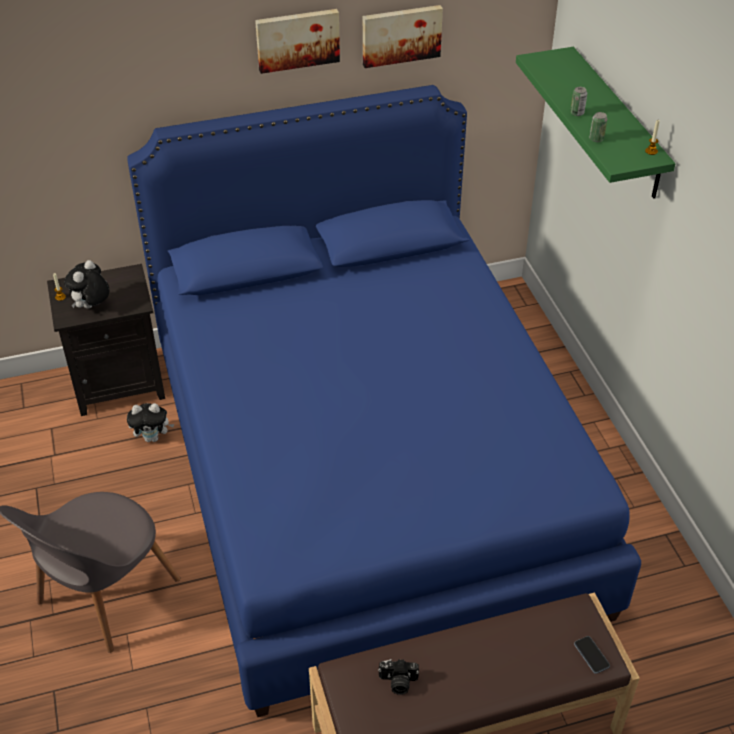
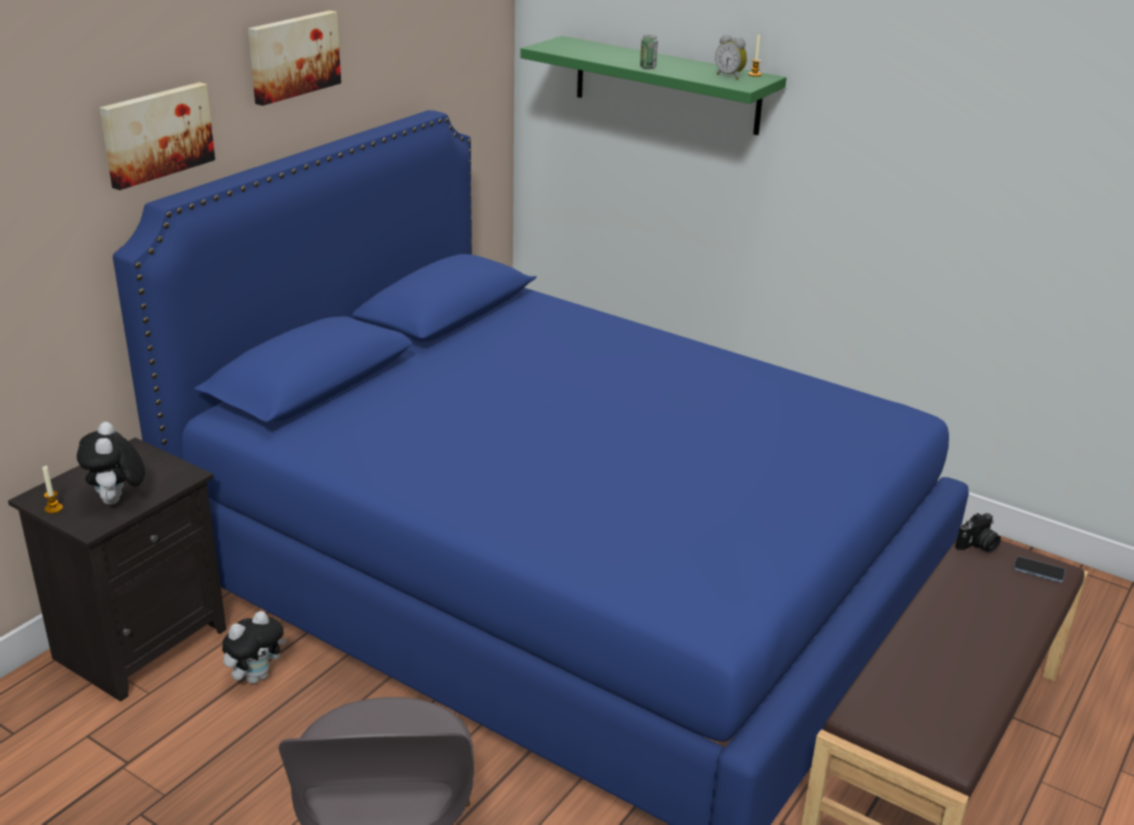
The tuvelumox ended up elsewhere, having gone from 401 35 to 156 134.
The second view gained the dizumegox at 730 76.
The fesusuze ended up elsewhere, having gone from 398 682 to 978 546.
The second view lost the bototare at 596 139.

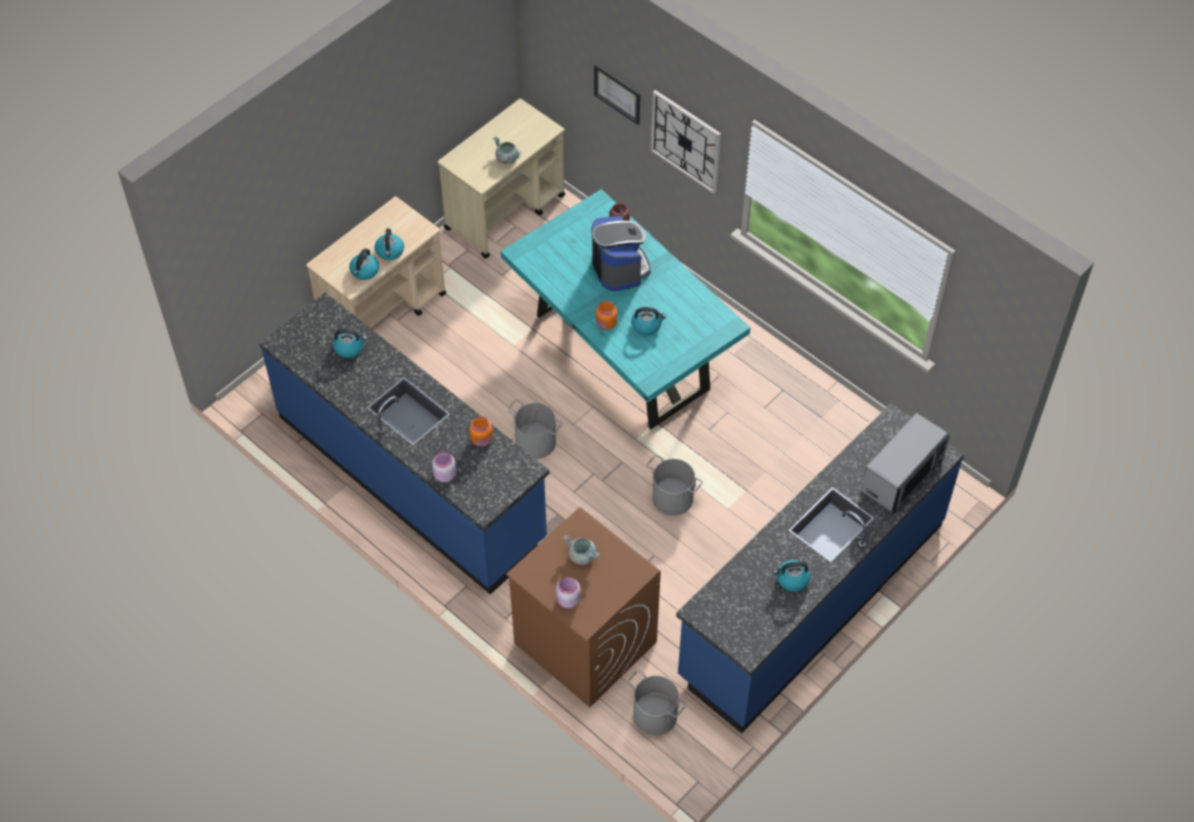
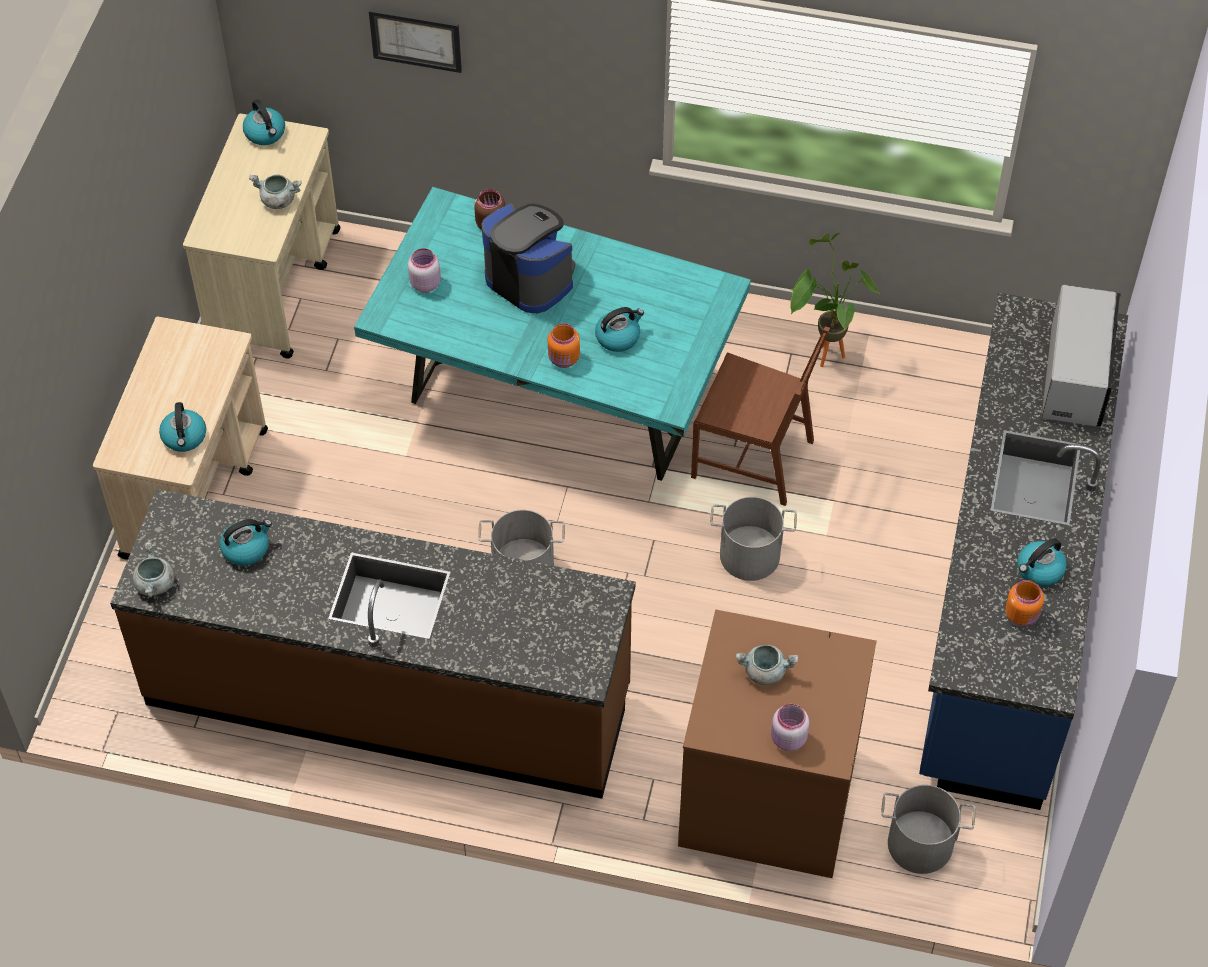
What was the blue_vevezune at 411 477 turned into the brown_vevezune at 388 696.
The second view gained the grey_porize at 155 584.
The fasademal ended up elsewhere, having gone from 390 251 to 265 133.
The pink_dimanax ended up elsewhere, having gone from 444 474 to 424 283.
The second view gained the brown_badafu at 754 457.
The second view gained the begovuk at 821 354.
The orange_dimanax ended up elsewhere, having gone from 482 440 to 1022 615.
The second view lost the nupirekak at 686 141.

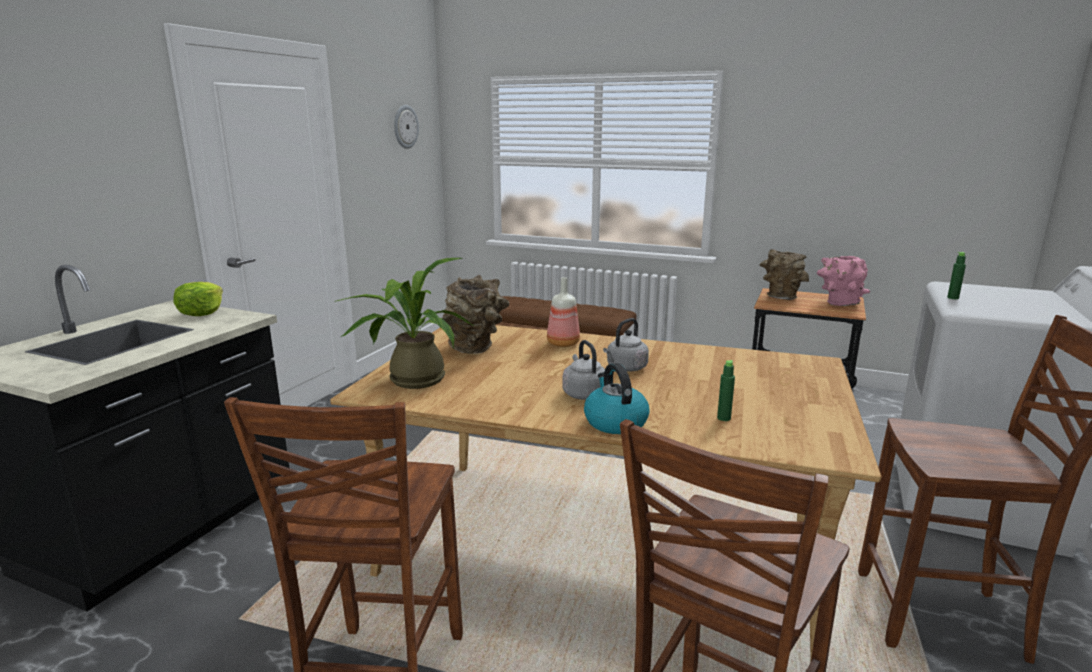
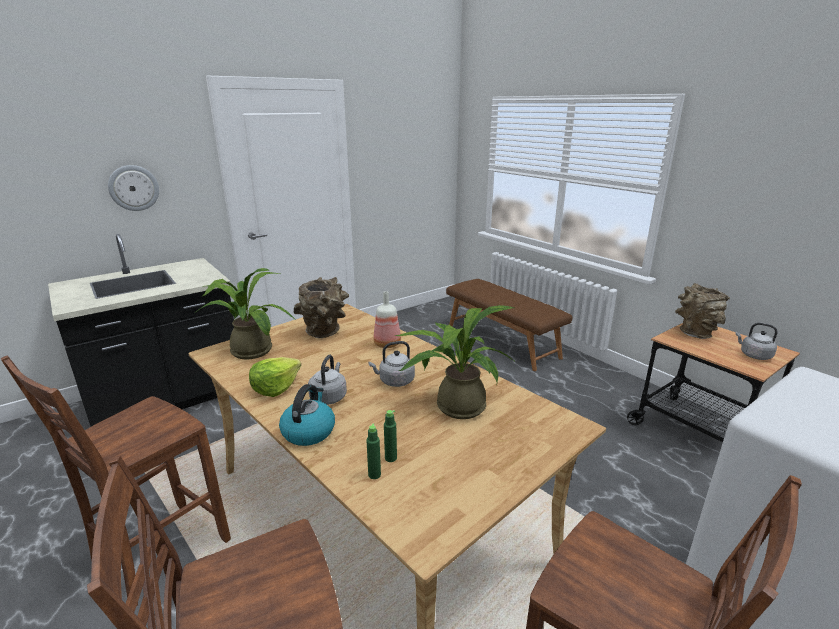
The nupirekak ended up elsewhere, having gone from 405 127 to 134 188.
The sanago ended up elsewhere, having gone from 201 312 to 275 388.
The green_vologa ended up elsewhere, having gone from 953 298 to 374 475.
The second view gained the begovuk at 455 405.
Where the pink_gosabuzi stood at 838 304, the grey_fasademal came to stand at 753 355.

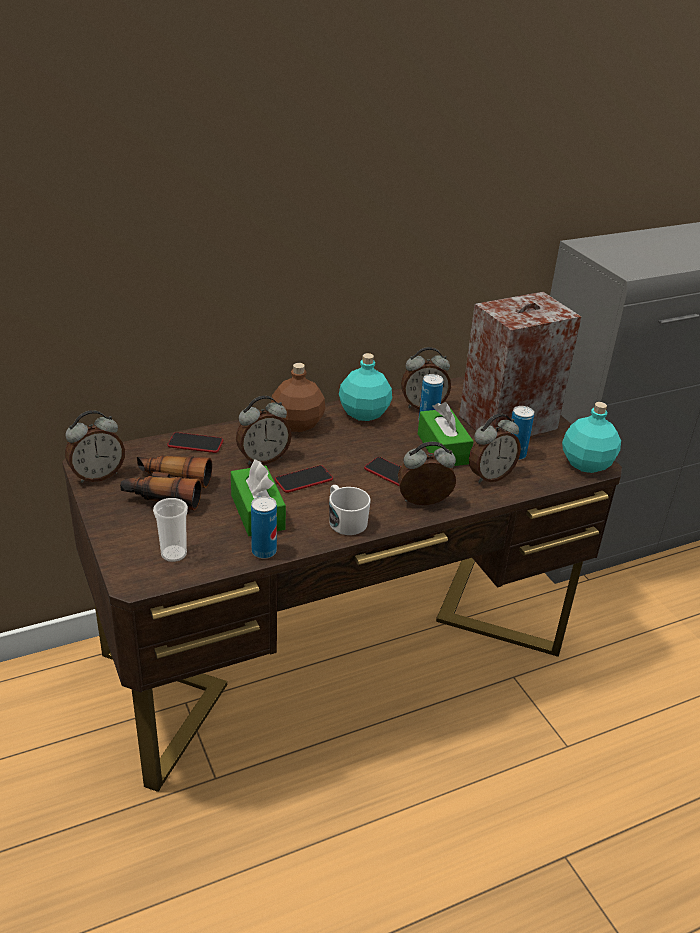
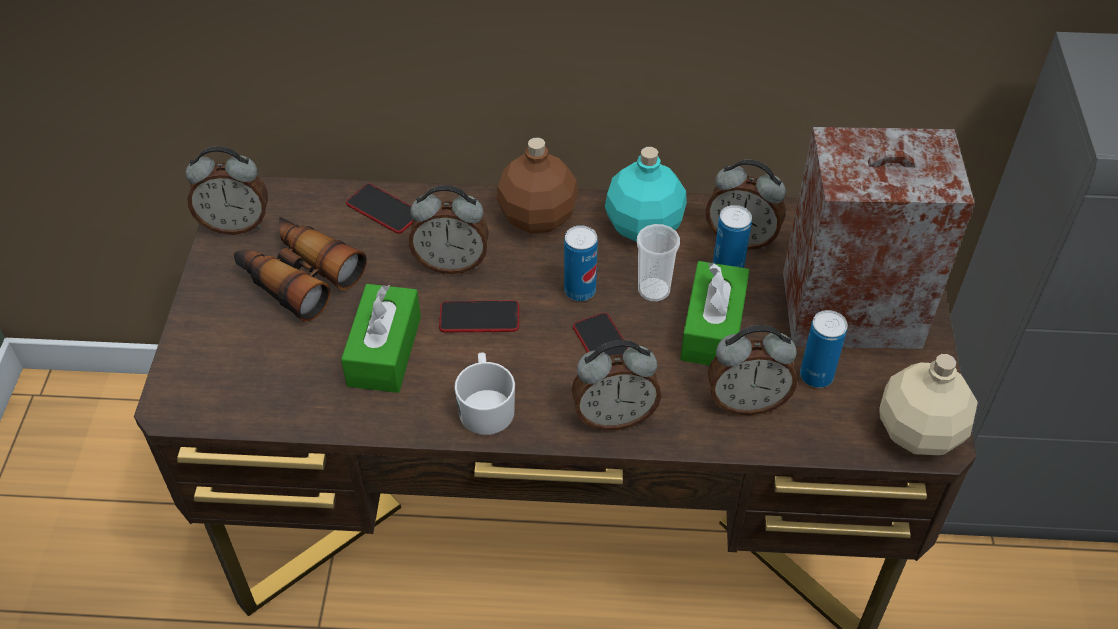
The bototare ended up elsewhere, having gone from 264 551 to 580 290.
The dizumegox at 424 503 ended up facing another way, 150 degrees clockwise from before.
The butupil ended up elsewhere, having gone from 174 554 to 654 290.
What was the turquoise_vologa at 585 463 turned into the beige_vologa at 917 431.

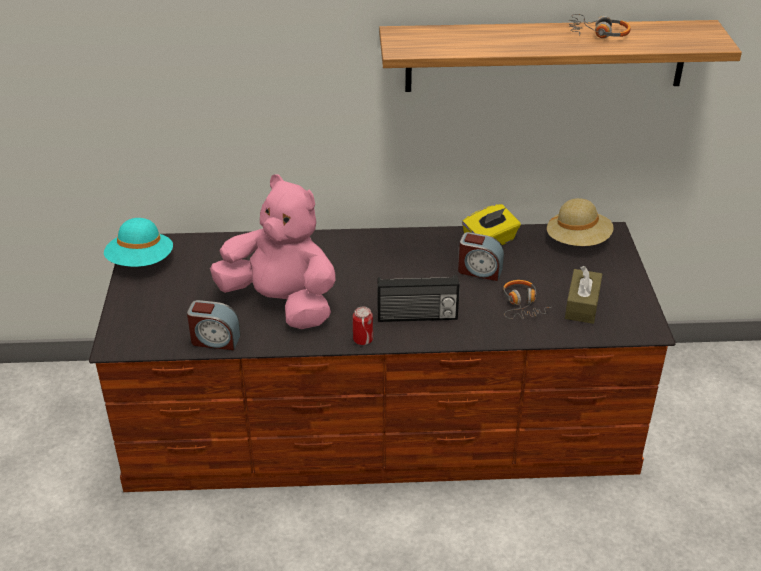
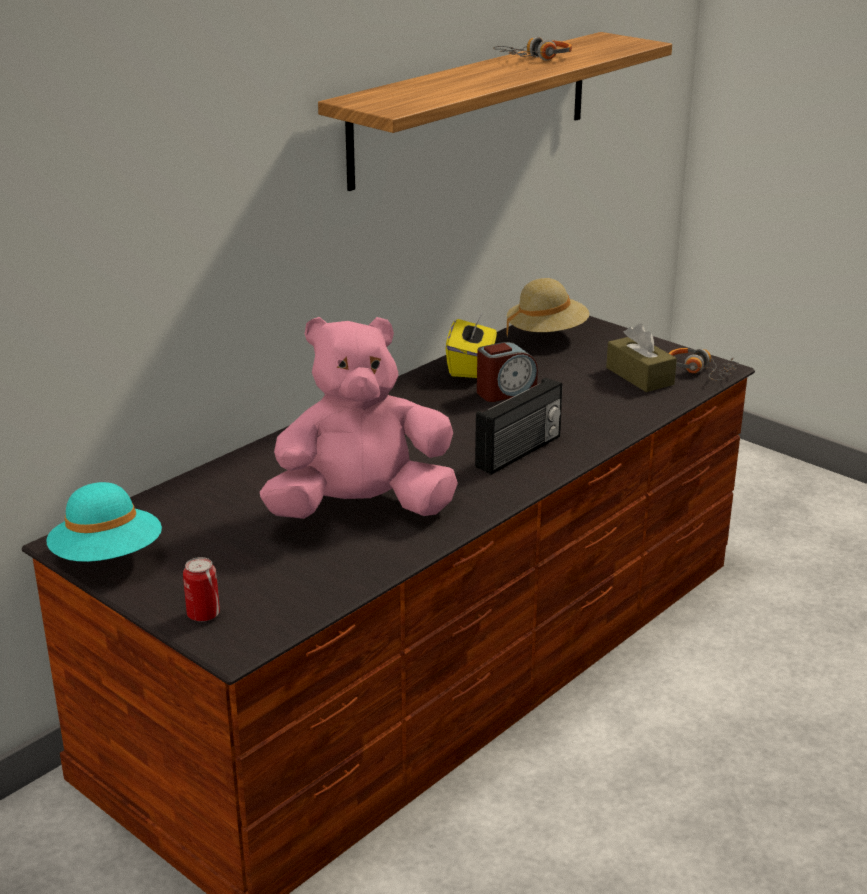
The bototare ended up elsewhere, having gone from 363 340 to 203 614.
The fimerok ended up elsewhere, having gone from 521 305 to 701 371.
The second view lost the dizumegox at 215 340.

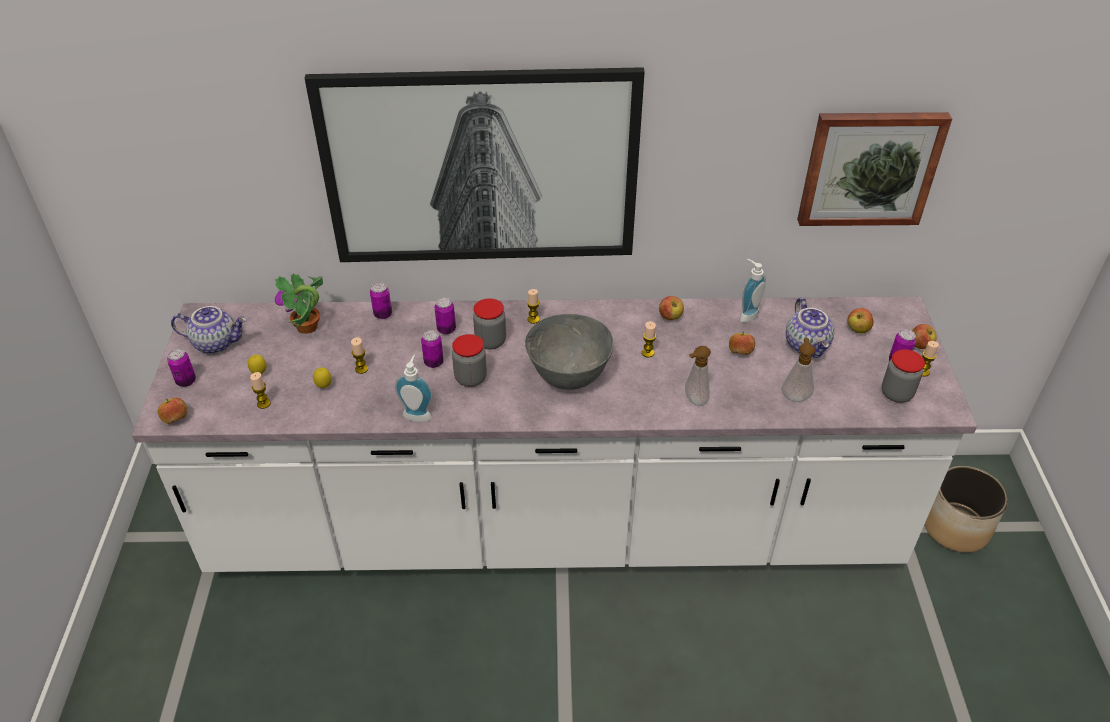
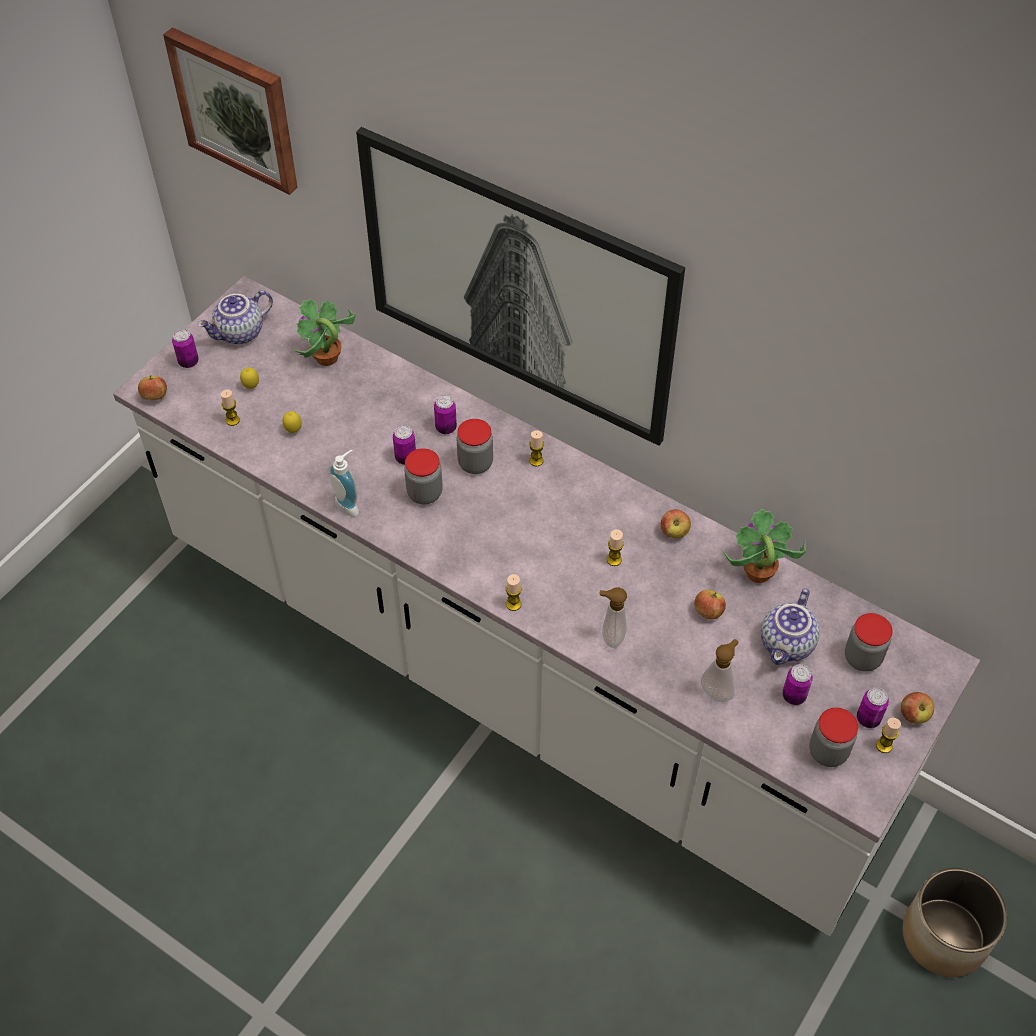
The tuvelumox ended up elsewhere, having gone from 869 168 to 236 109.
The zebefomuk at 216 342 ended up facing another way, 105 degrees clockwise from before.
The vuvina ended up elsewhere, having gone from 361 369 to 513 604.
Where the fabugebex stood at 746 314, the begovuk came to stand at 757 573.
The bototare ended up elsewhere, having gone from 383 314 to 794 696.
Where the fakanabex stood at 858 329, the dimanax came to stand at 862 658.
The second view lost the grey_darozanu at 569 377.

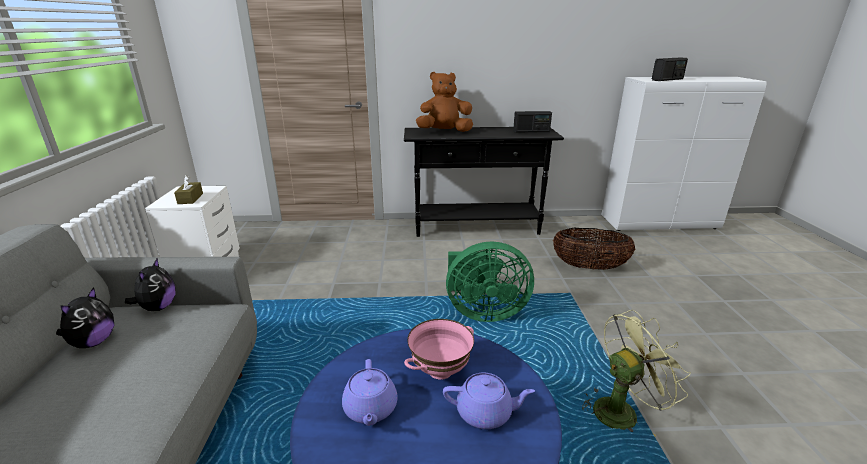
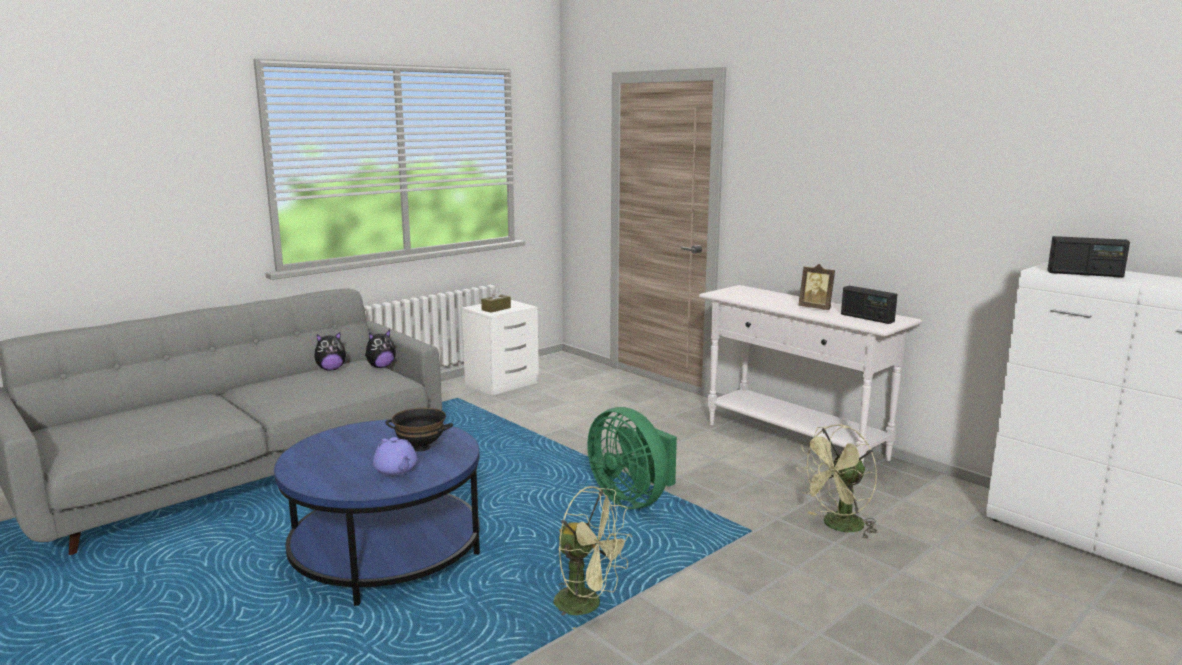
What was the pink_darozanu at 440 370 turned into the black_darozanu at 421 447.
What was the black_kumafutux at 476 227 turned into the white_kumafutux at 795 441.
Where the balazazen stood at 589 267, the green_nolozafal came to stand at 838 526.
The second view gained the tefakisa at 816 308.
The second view lost the purple_zebefomuk at 370 409.
The second view lost the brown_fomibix at 444 132.

